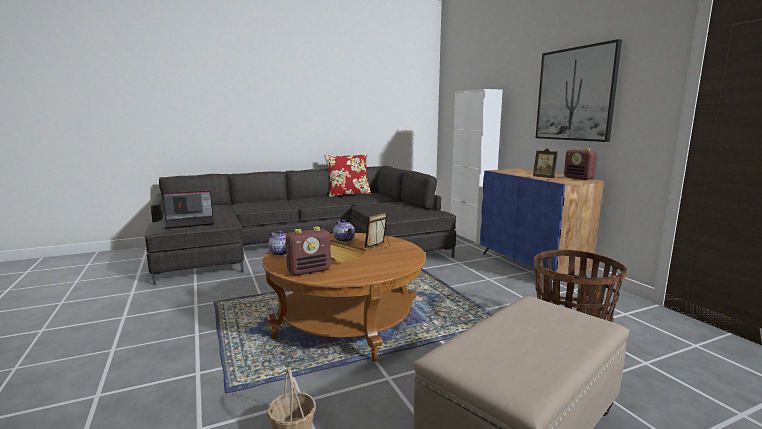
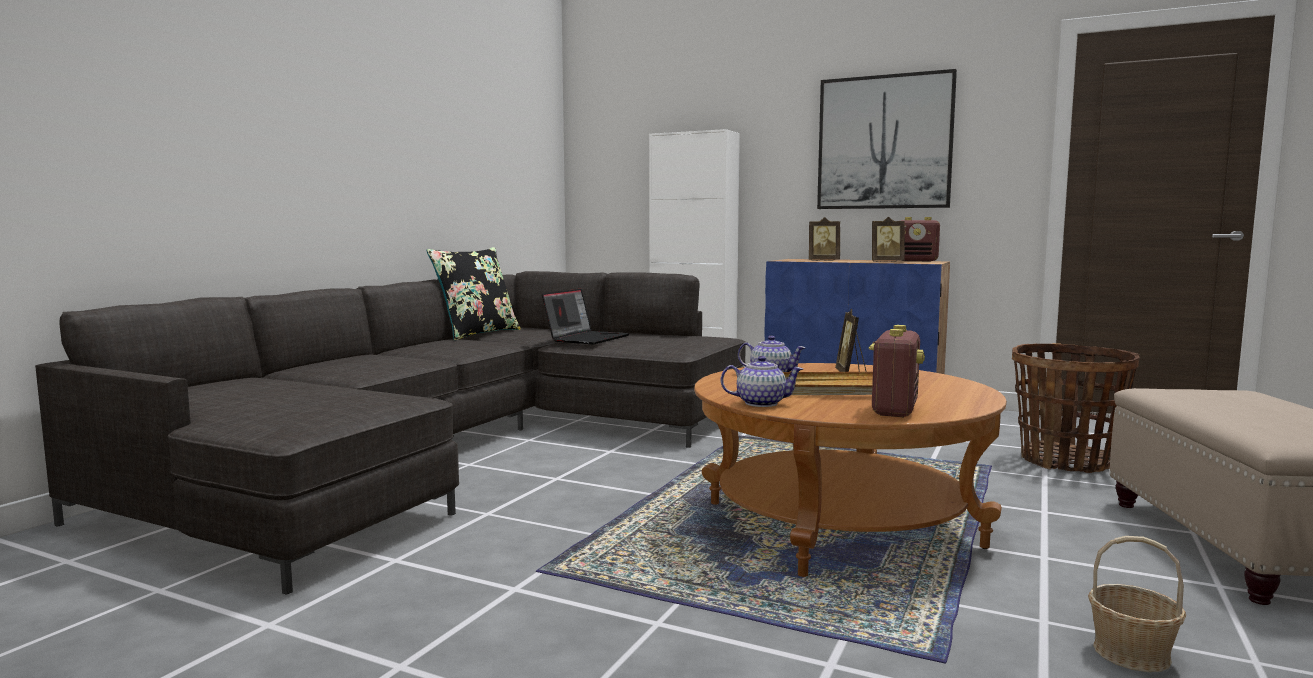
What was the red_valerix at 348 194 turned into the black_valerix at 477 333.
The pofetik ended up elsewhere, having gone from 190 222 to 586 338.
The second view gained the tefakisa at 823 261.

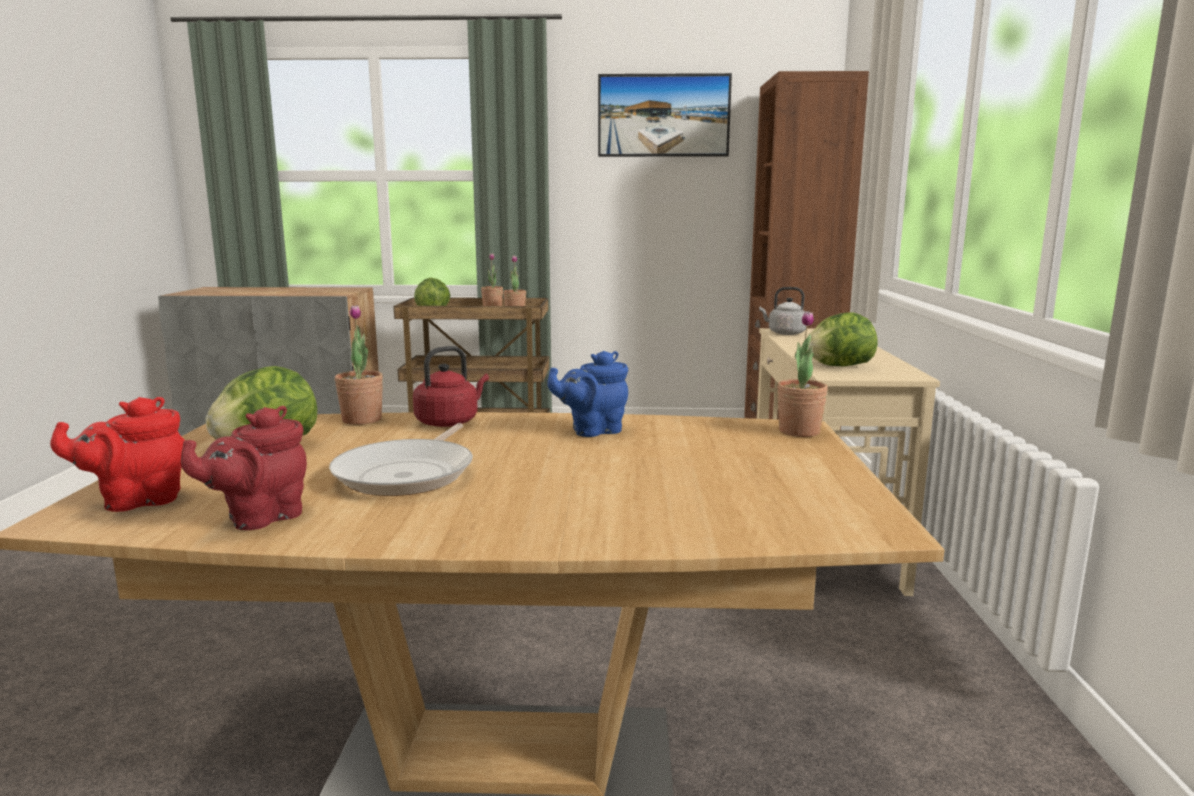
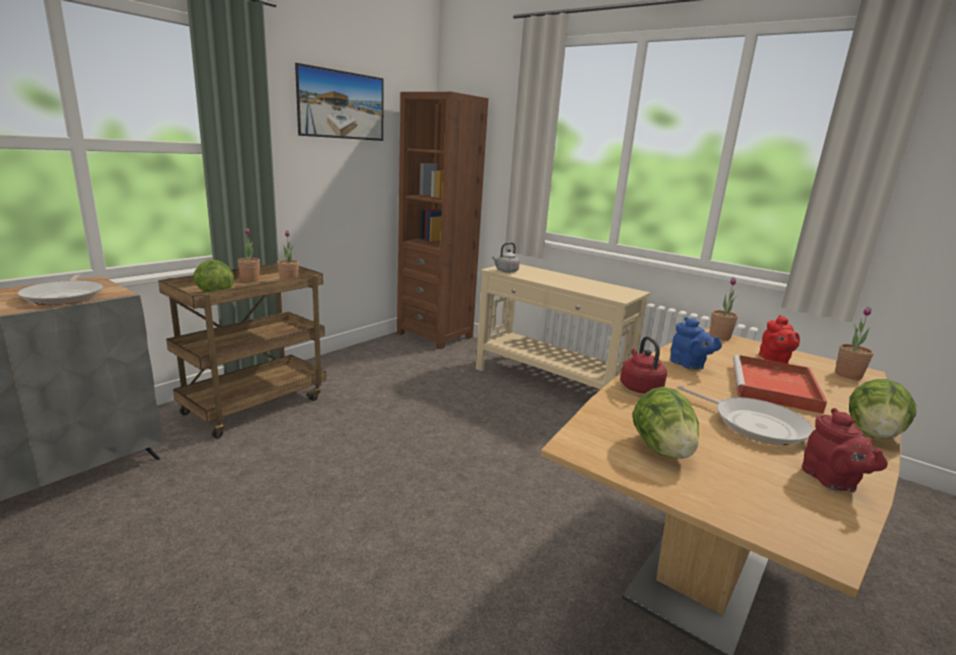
The second view gained the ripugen at 65 296.
The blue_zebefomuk at 592 430 ended up facing another way, 45 degrees counterclockwise from before.
The second view gained the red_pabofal at 775 388.
The red_zebefomuk ended up elsewhere, having gone from 137 501 to 774 361.
The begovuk ended up elsewhere, having gone from 362 420 to 848 375.
The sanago ended up elsewhere, having gone from 839 366 to 873 434.

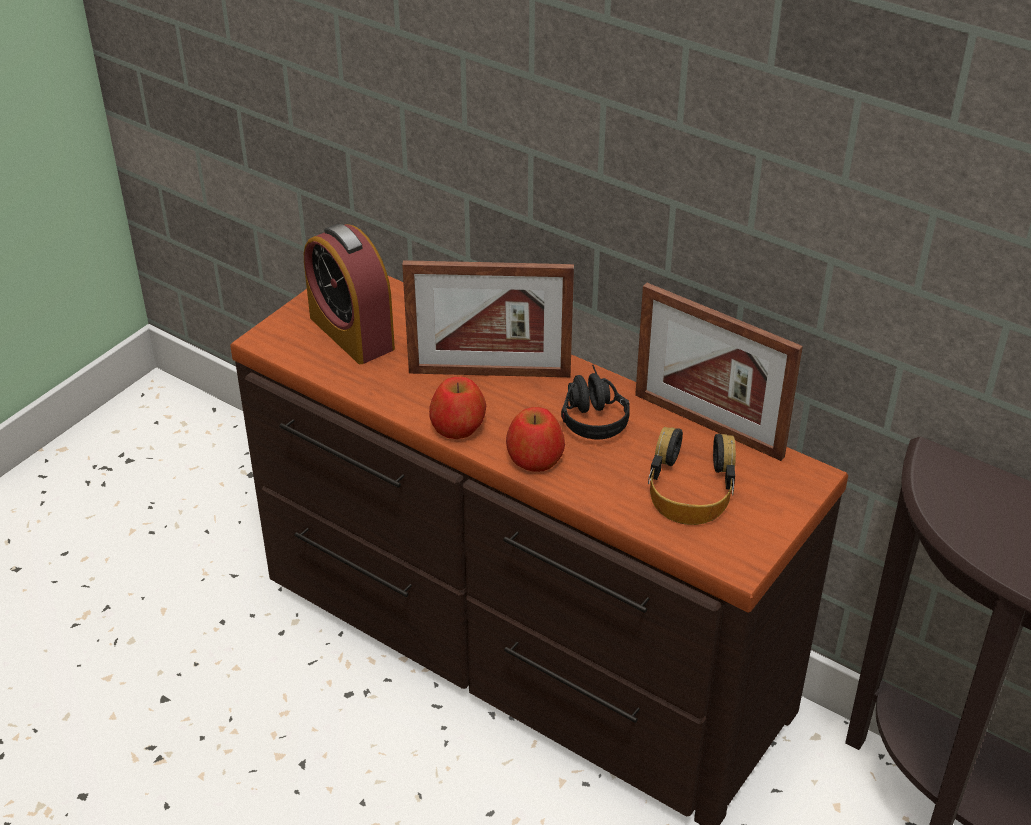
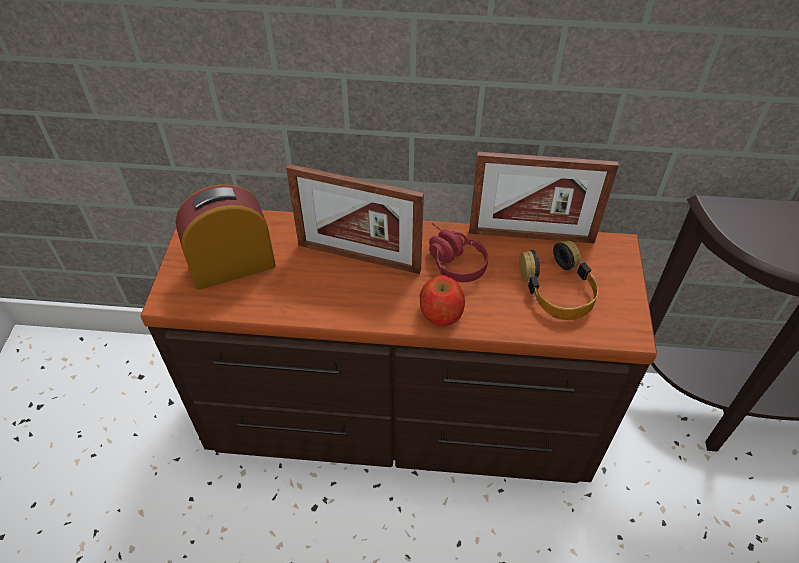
The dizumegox at 351 333 ended up facing another way, 135 degrees clockwise from before.
The tefakisa at 489 373 ended up facing another way, 45 degrees clockwise from before.
What was the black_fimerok at 590 412 turned into the red_fimerok at 450 259.
The second view lost the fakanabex at 458 426.

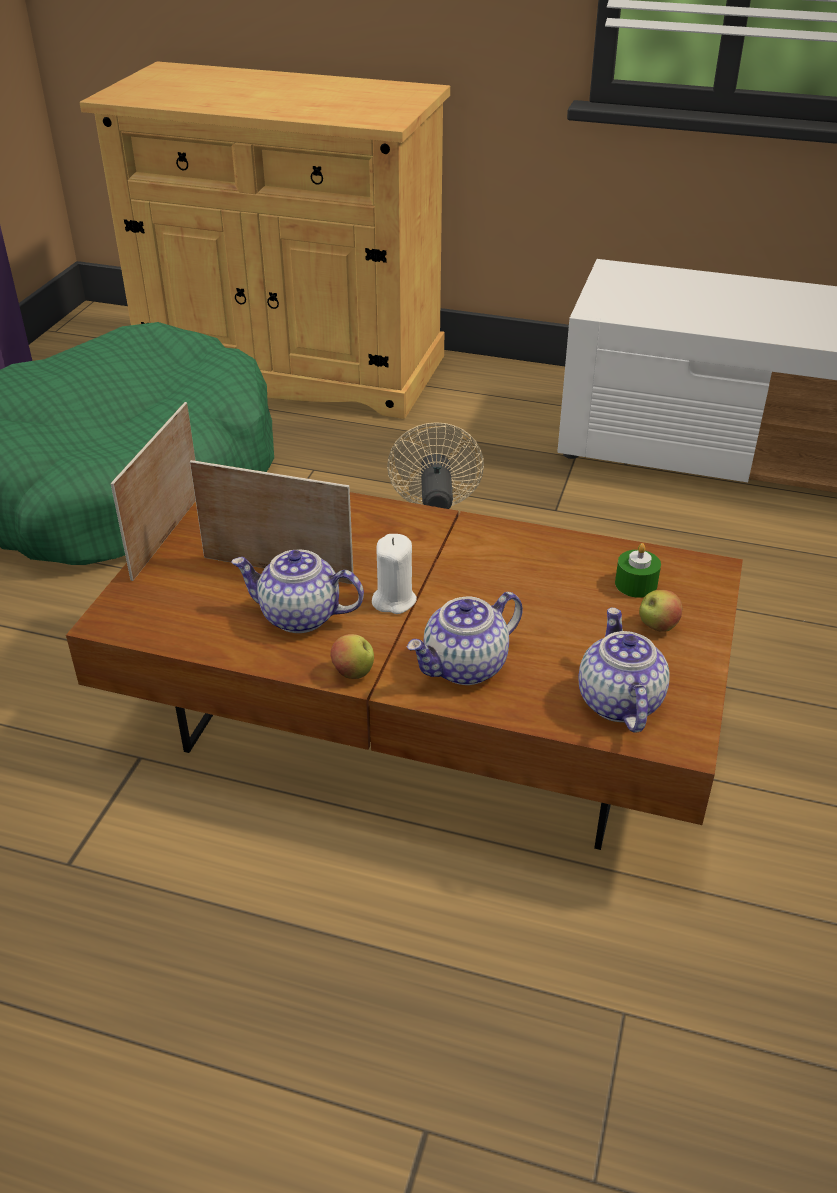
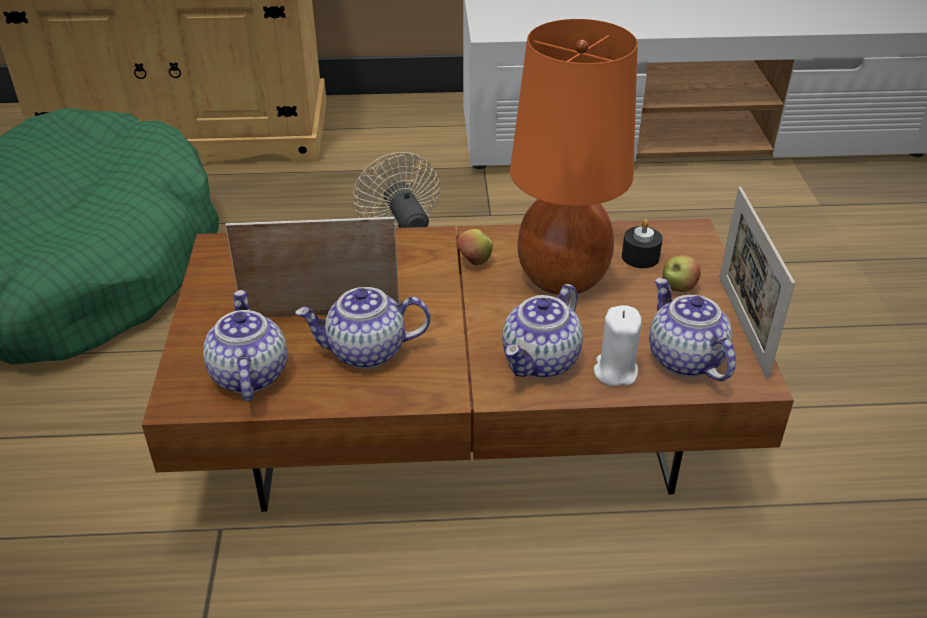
The second view gained the zebefomuk at 248 375.
The fakanabex ended up elsewhere, having gone from 353 673 to 474 262.
The second view gained the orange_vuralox at 563 278.
The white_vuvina ended up elsewhere, having gone from 394 600 to 615 371.
What was the green_vuvina at 636 584 turned into the black_vuvina at 640 257.
The tefakisa ended up elsewhere, having gone from 167 535 to 742 325.

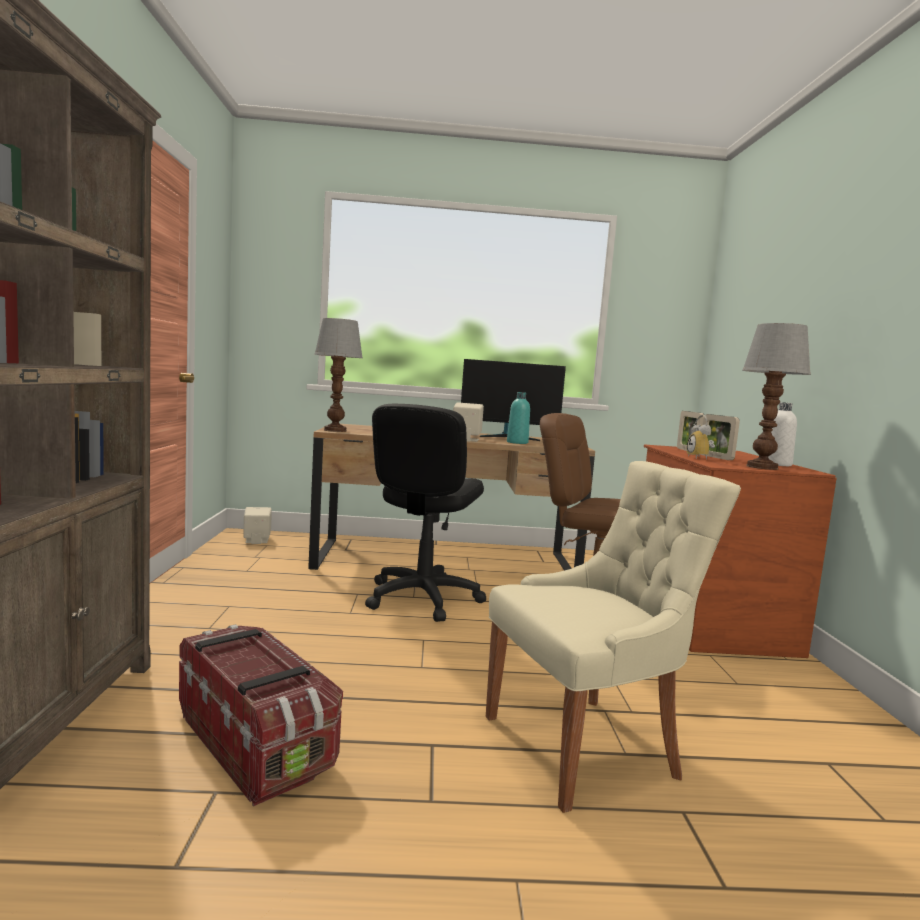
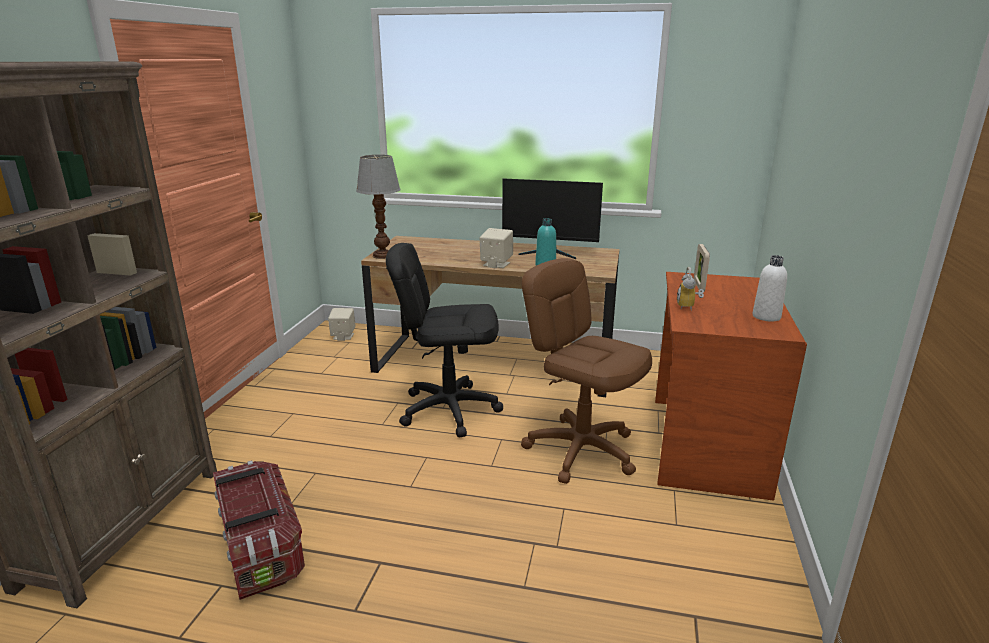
The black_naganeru at 422 598 ended up facing another way, 60 degrees clockwise from before.
The second view lost the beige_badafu at 586 746.
The second view lost the tefakisa at 716 457.
The second view lost the vuralox at 763 467.

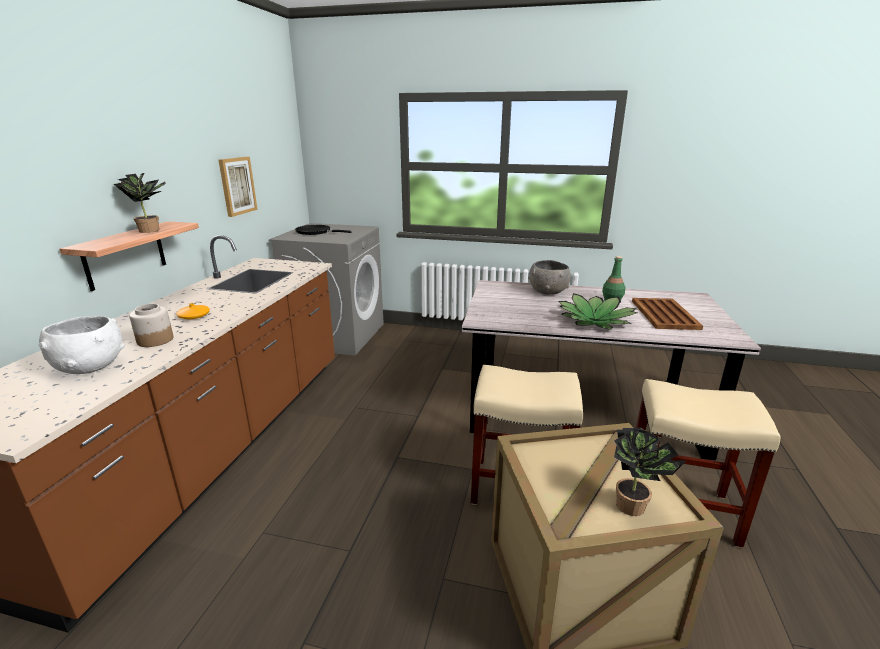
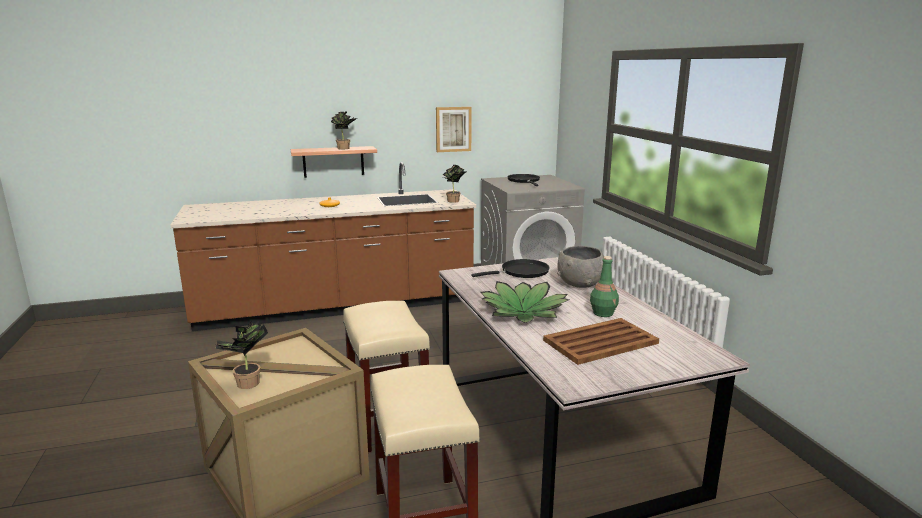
The second view gained the begovuk at 454 201.
The second view gained the black_ripugen at 521 272.
The second view lost the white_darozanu at 90 367.
The second view lost the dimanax at 155 340.

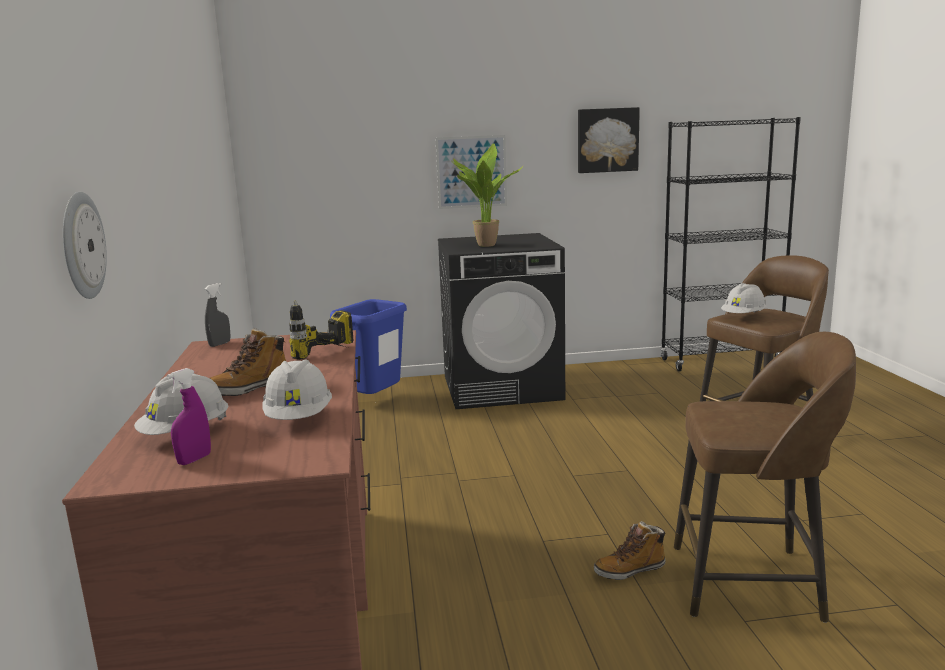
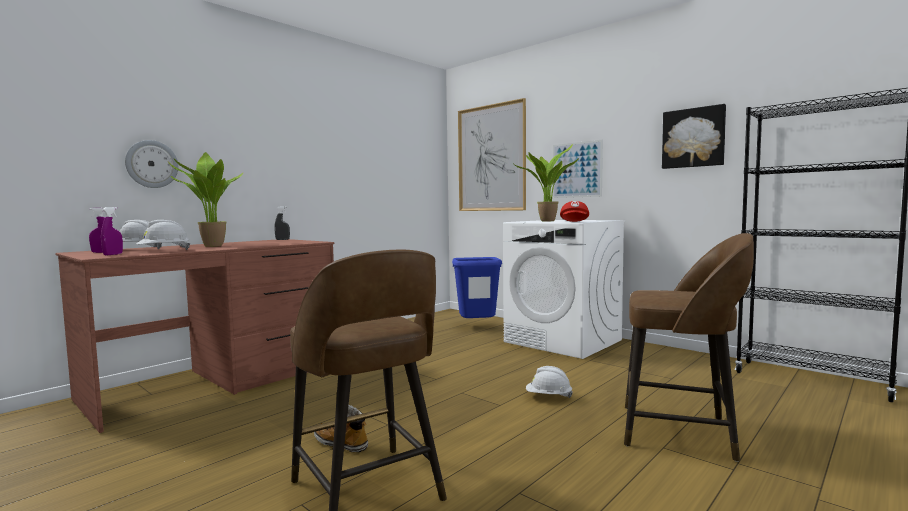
The second view gained the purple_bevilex at 113 254.
Where the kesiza stood at 249 388, the begovuk came to stand at 210 246.
The second view gained the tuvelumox at 491 158.
What was the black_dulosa at 502 387 turned into the white_dulosa at 563 341.
The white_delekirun ended up elsewhere, having gone from 743 317 to 548 397.
The second view gained the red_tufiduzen at 575 222.
The second view lost the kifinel at 334 357.

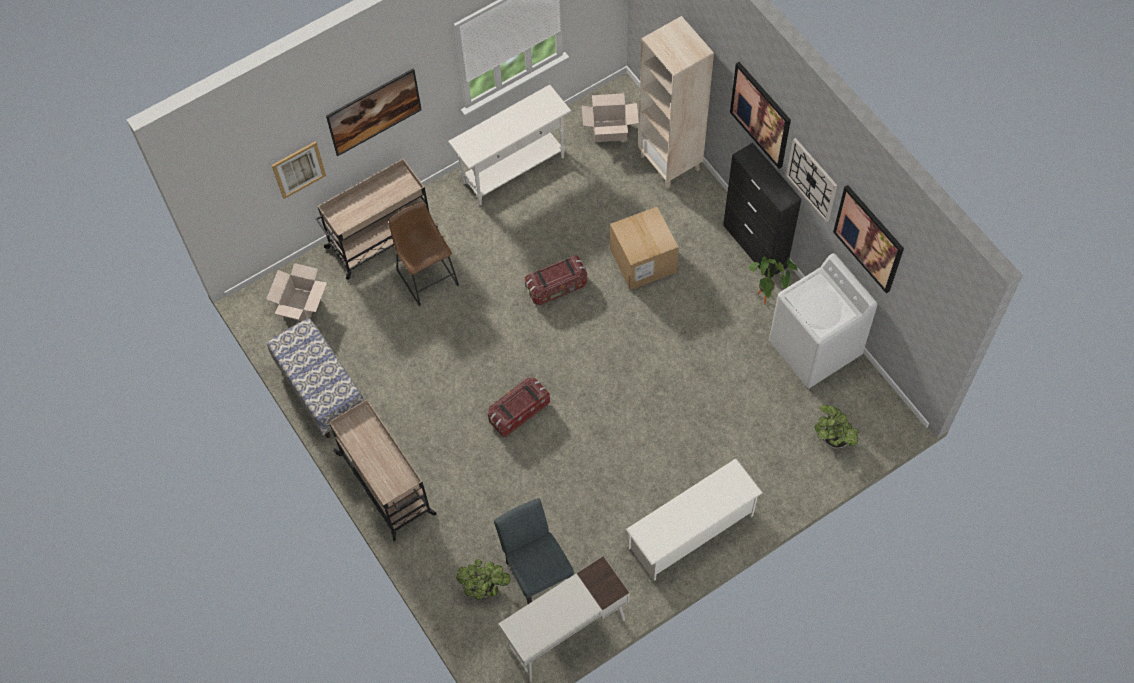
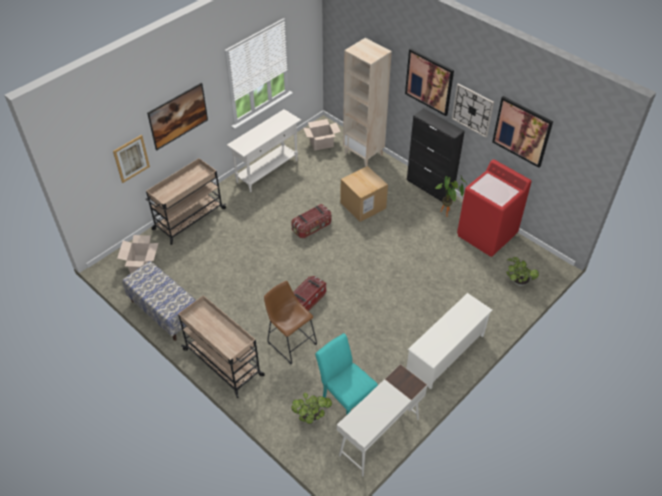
The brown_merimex ended up elsewhere, having gone from 426 275 to 290 341.
What was the grey_badafu at 536 570 turned into the turquoise_badafu at 345 398.
What was the white_dulosa at 815 349 turned into the red_dulosa at 487 235.

